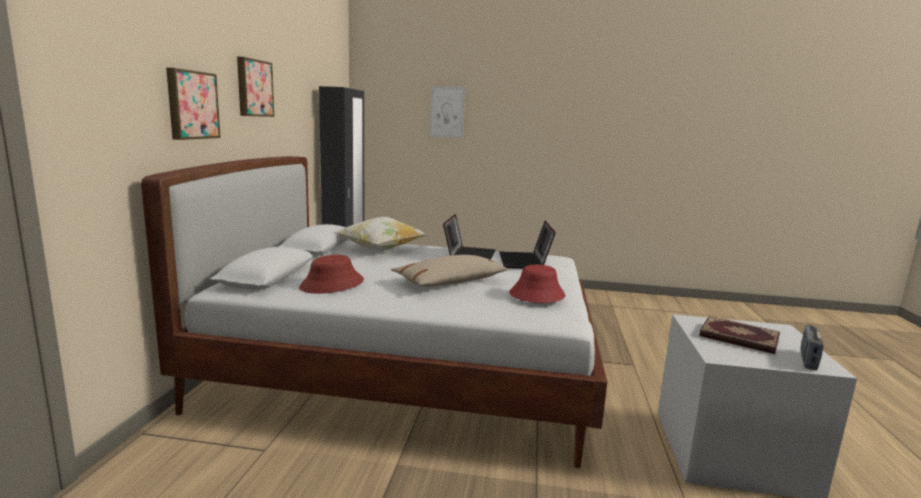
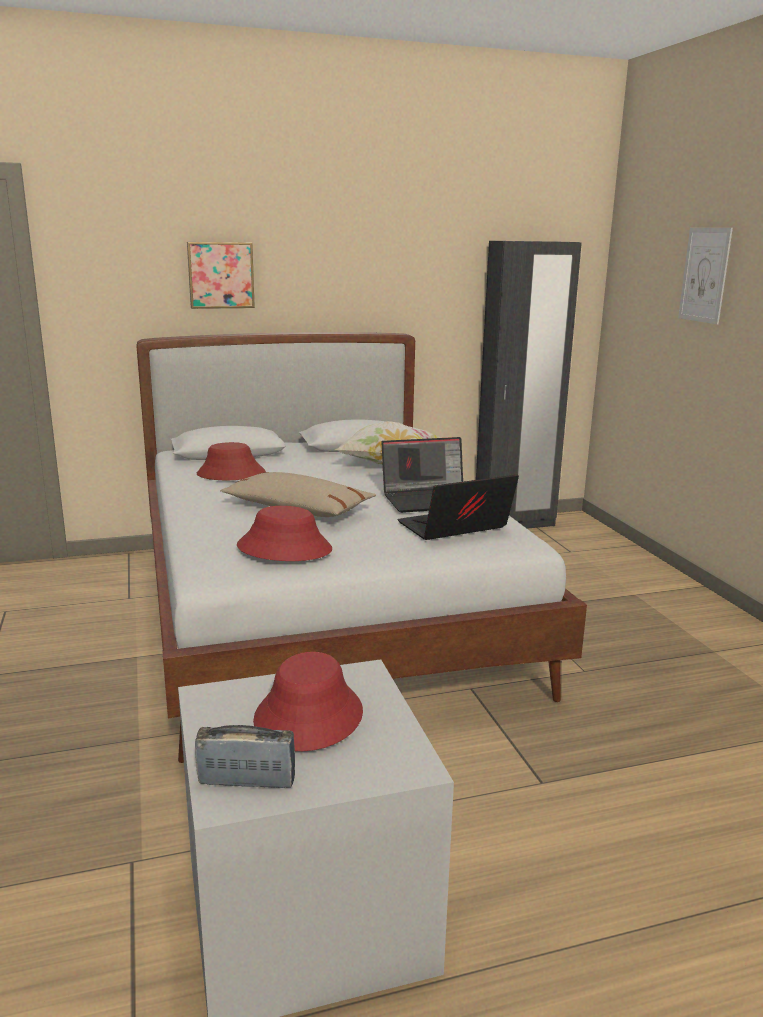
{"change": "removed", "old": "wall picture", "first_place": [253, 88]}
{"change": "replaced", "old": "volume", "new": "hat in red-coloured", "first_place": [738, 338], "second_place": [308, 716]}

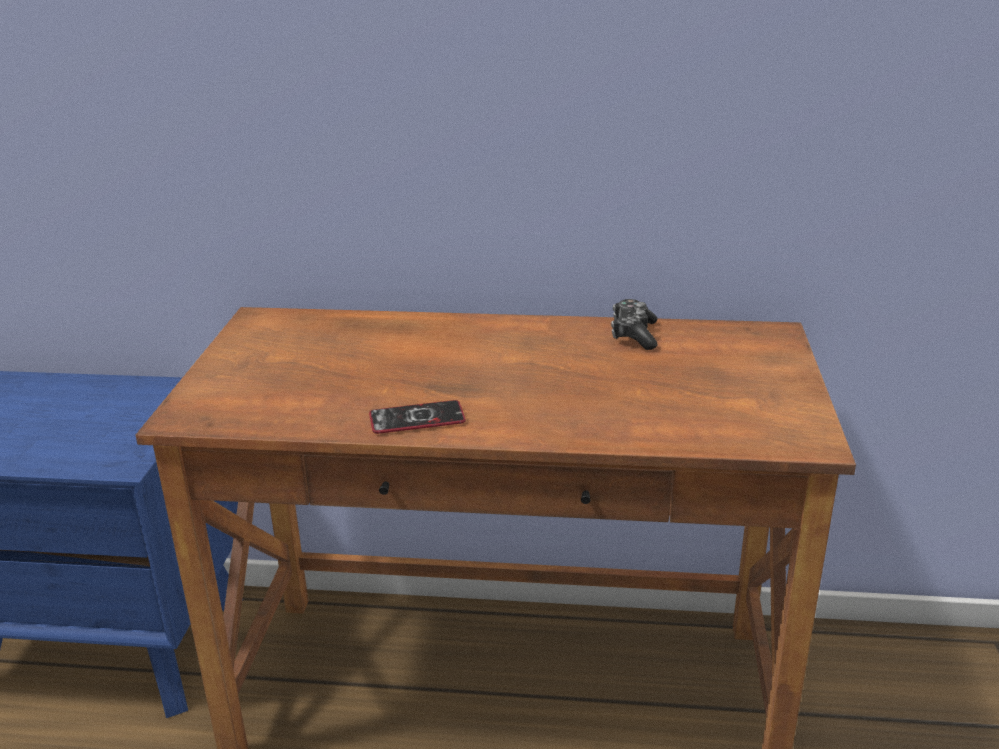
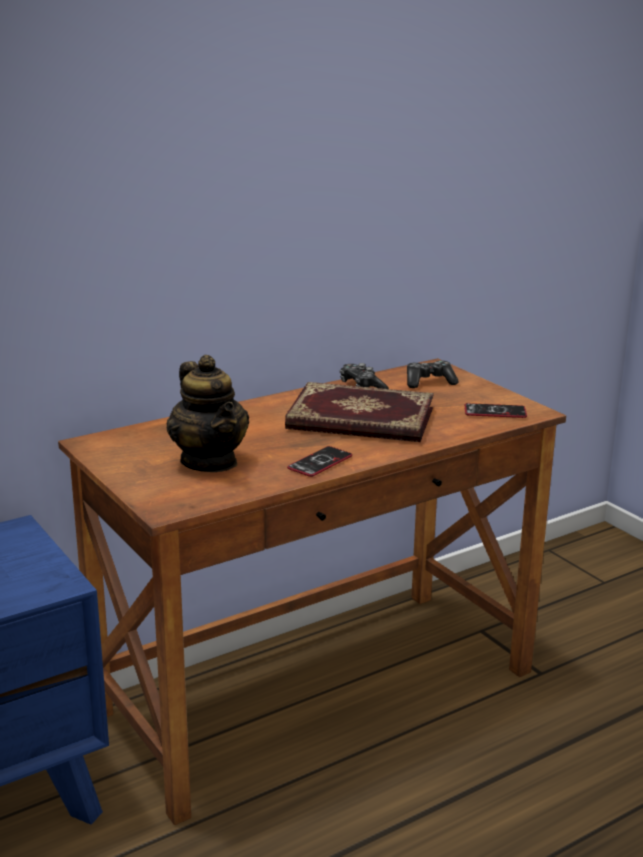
{"change": "added", "new": "pot for tea", "second_place": [209, 462]}
{"change": "added", "new": "volume", "second_place": [360, 420]}
{"change": "added", "new": "joypad", "second_place": [429, 382]}
{"change": "added", "new": "handset", "second_place": [495, 412]}

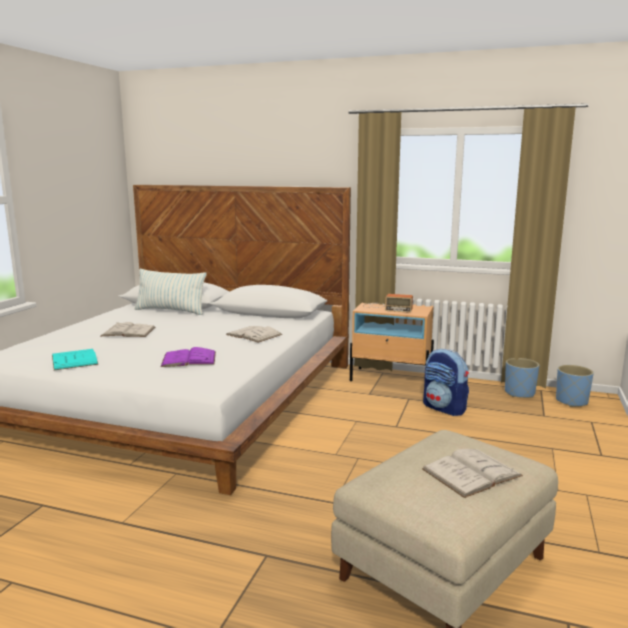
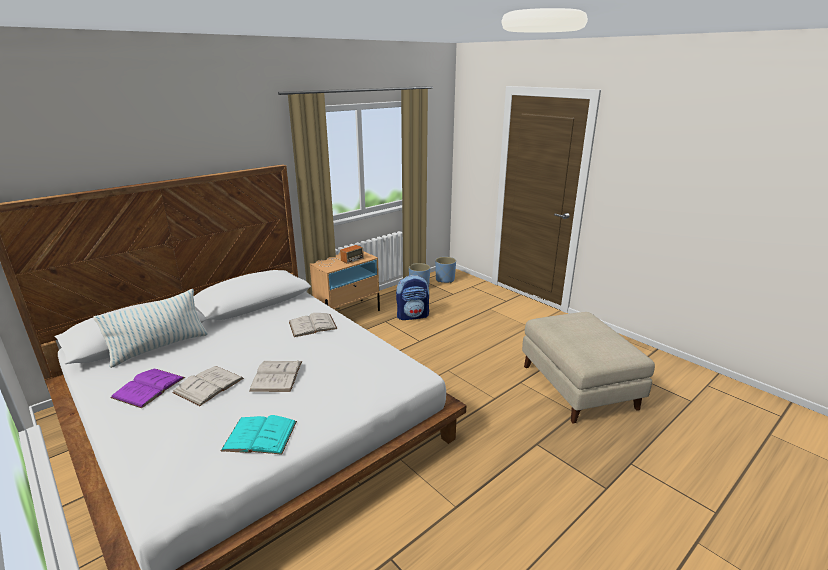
{"change": "moved", "old": "volume in purple", "first_place": [189, 359], "second_place": [149, 387]}
{"change": "moved", "old": "volume in white", "first_place": [471, 472], "second_place": [276, 376]}

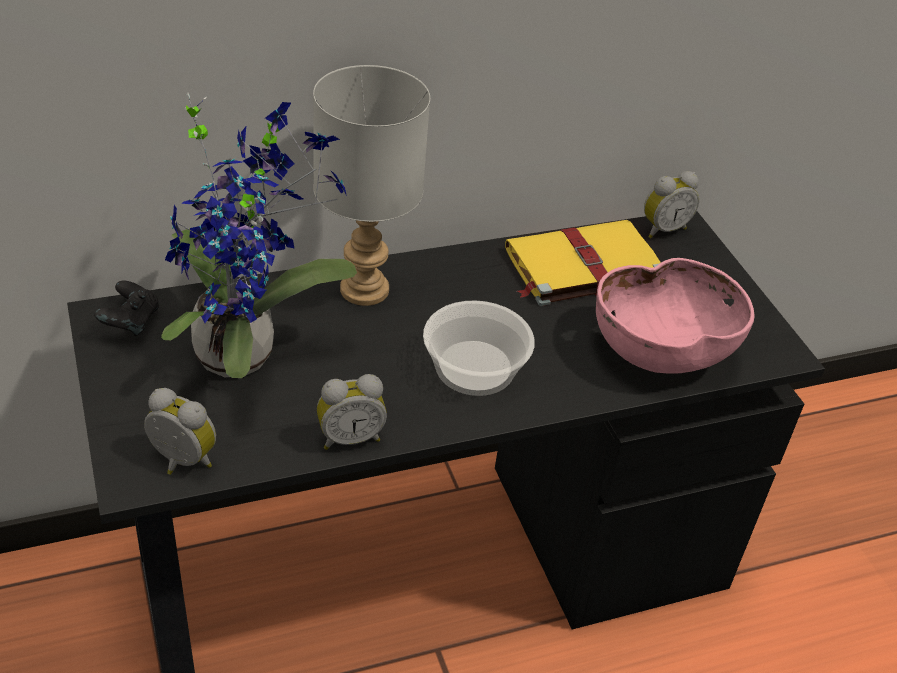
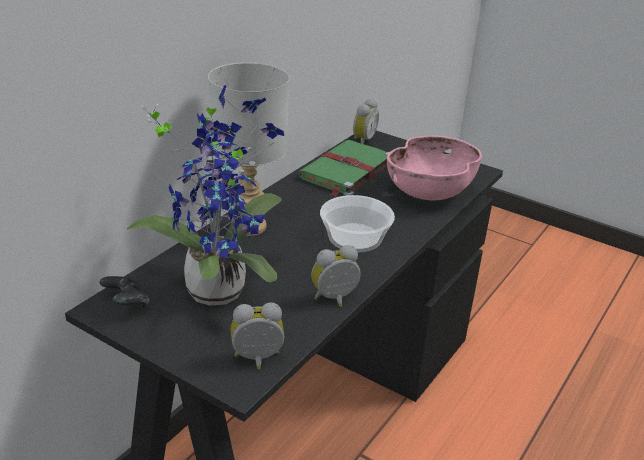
{"change": "recoloured", "old": "volume in yellow", "new": "volume in greenish", "first_place": [581, 266], "second_place": [346, 171]}
{"change": "turned", "old": "table clock", "first_place": [349, 437], "second_place": [335, 299], "degrees": -150}

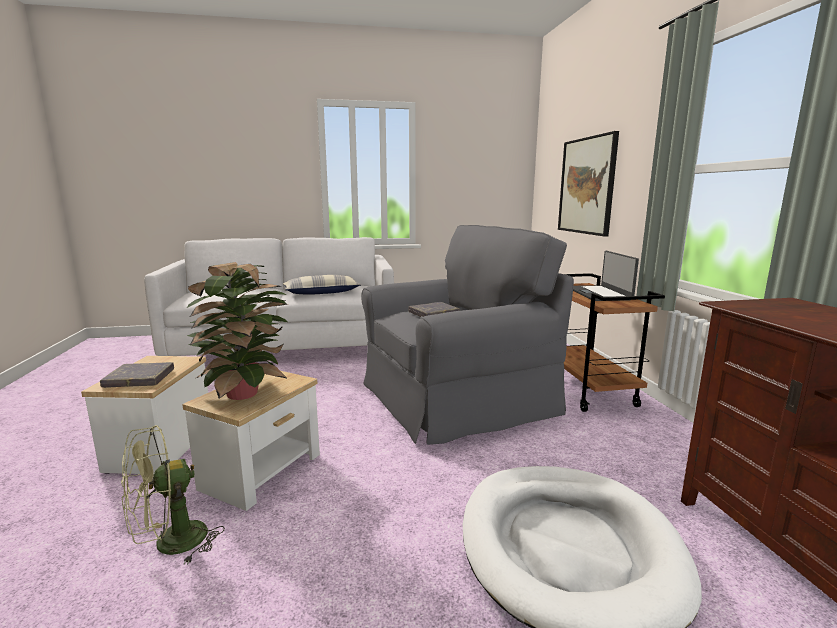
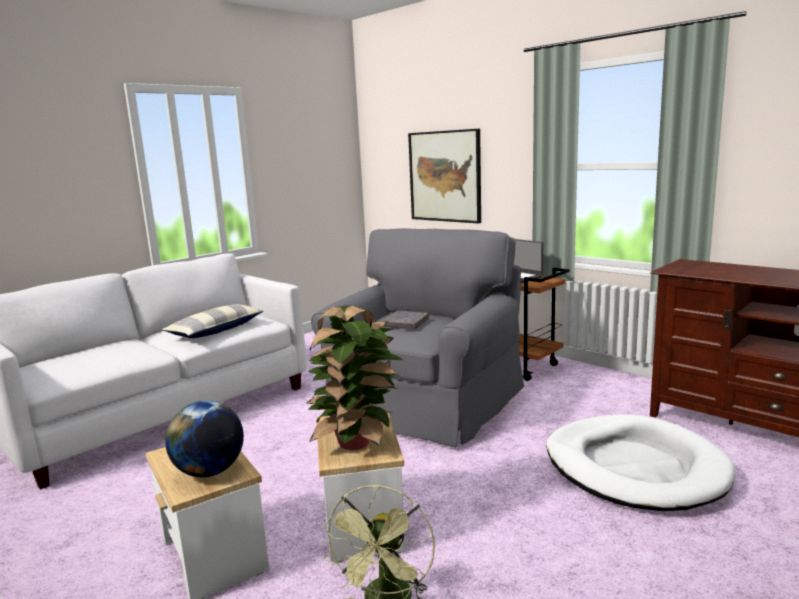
{"change": "replaced", "old": "volume in greyish", "new": "world globe", "first_place": [139, 379], "second_place": [209, 471]}

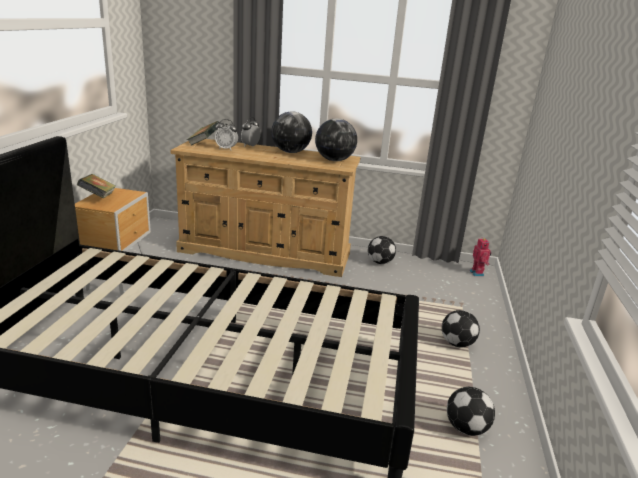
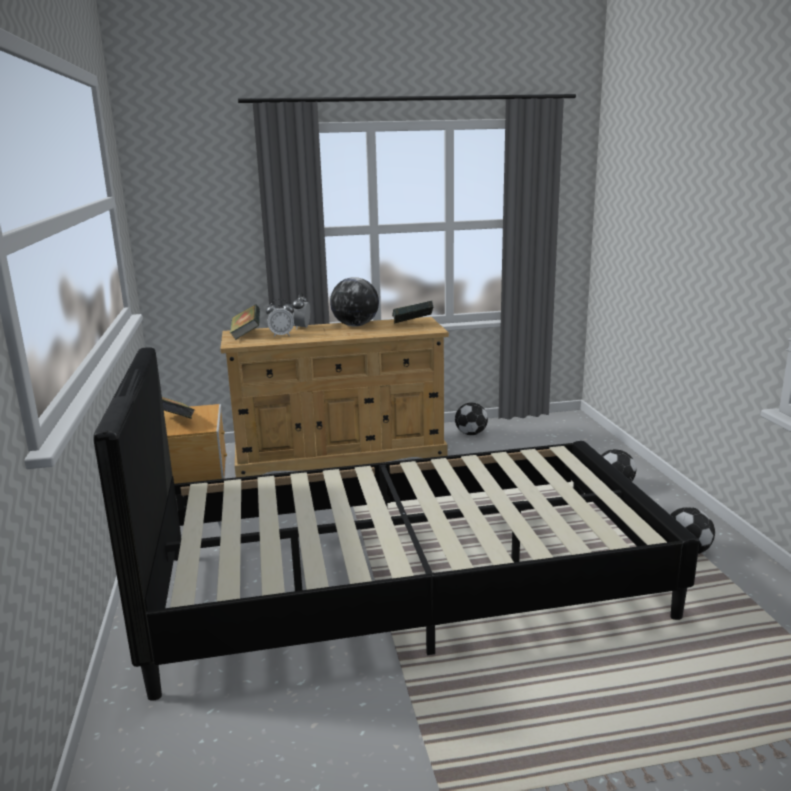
{"change": "removed", "old": "toy robot", "first_place": [477, 273]}
{"change": "replaced", "old": "world globe", "new": "volume", "first_place": [334, 160], "second_place": [412, 325]}

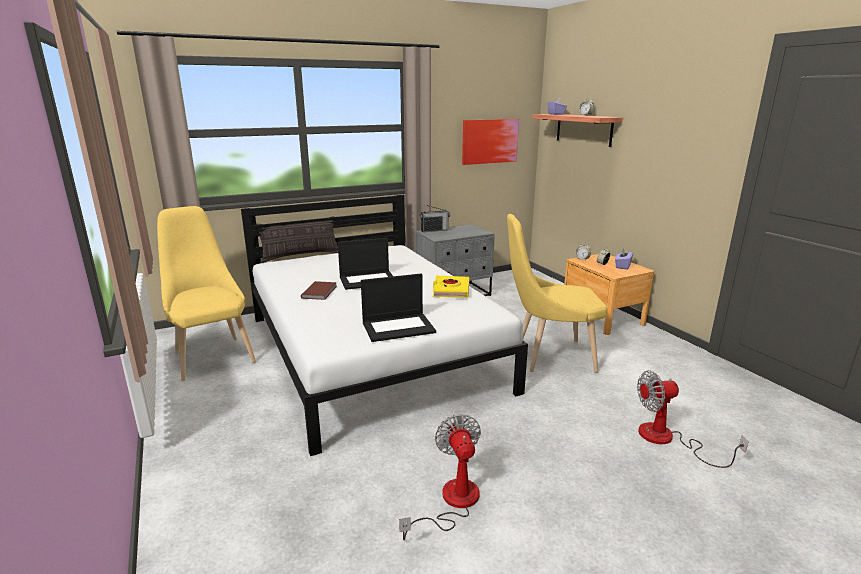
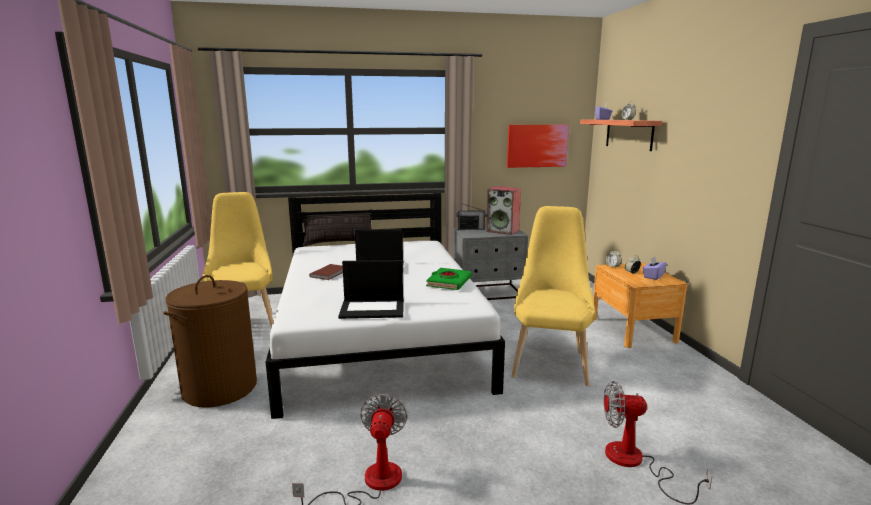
{"change": "added", "new": "washing basket in brown-coloured", "second_place": [220, 388]}
{"change": "added", "new": "speaker", "second_place": [503, 231]}
{"change": "recoloured", "old": "volume in yellow", "new": "volume in greenish", "first_place": [451, 290], "second_place": [448, 282]}
{"change": "turned", "old": "chair in yellow", "first_place": [548, 357], "second_place": [550, 362], "degrees": 90}

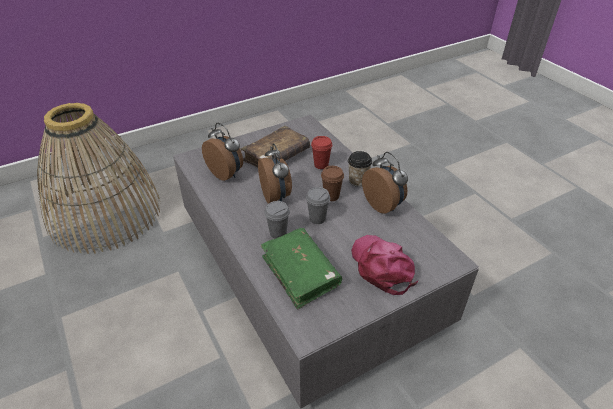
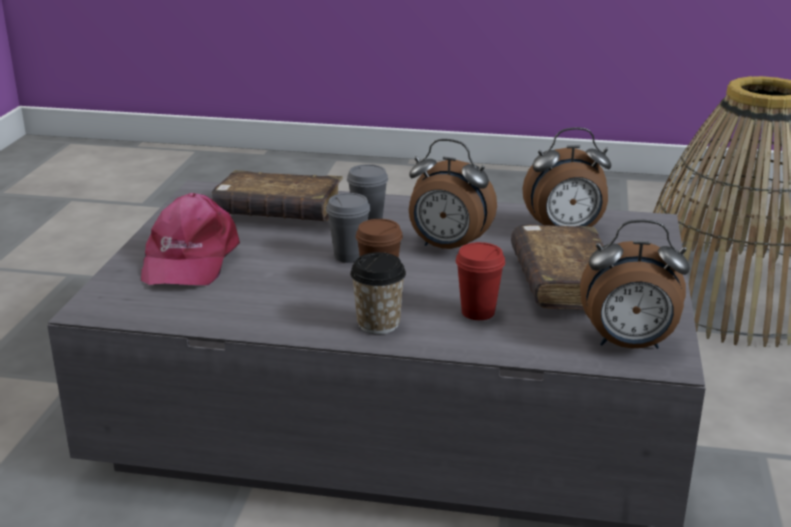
{"change": "moved", "old": "table clock", "first_place": [383, 205], "second_place": [628, 345]}
{"change": "recoloured", "old": "volume in greenish", "new": "volume in brown-coloured", "first_place": [300, 273], "second_place": [279, 213]}
{"change": "turned", "old": "baseball cap in pinkish", "first_place": [382, 267], "second_place": [189, 259], "degrees": 75}

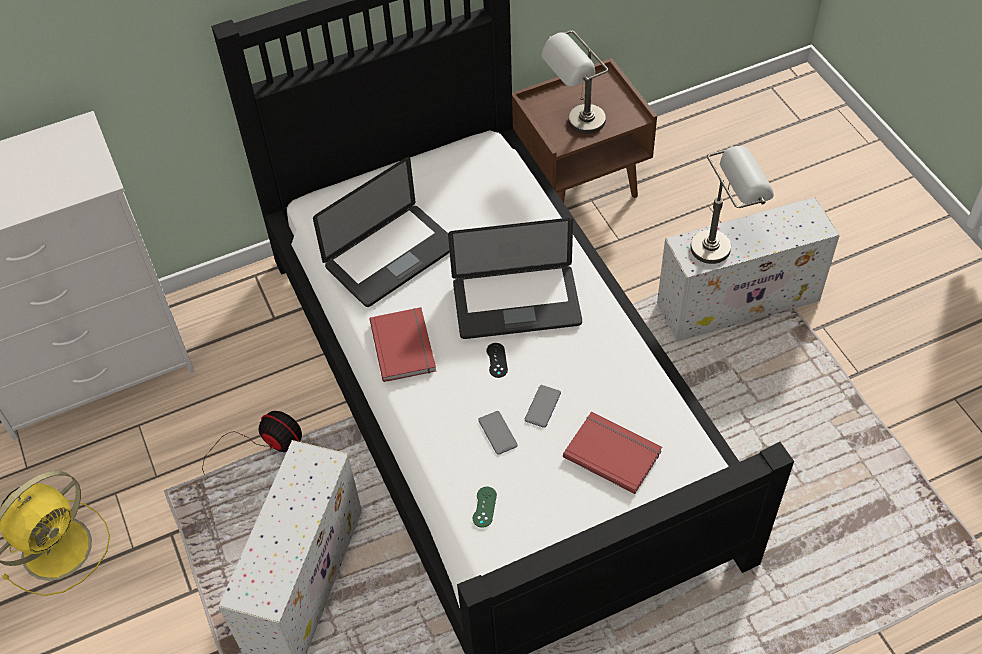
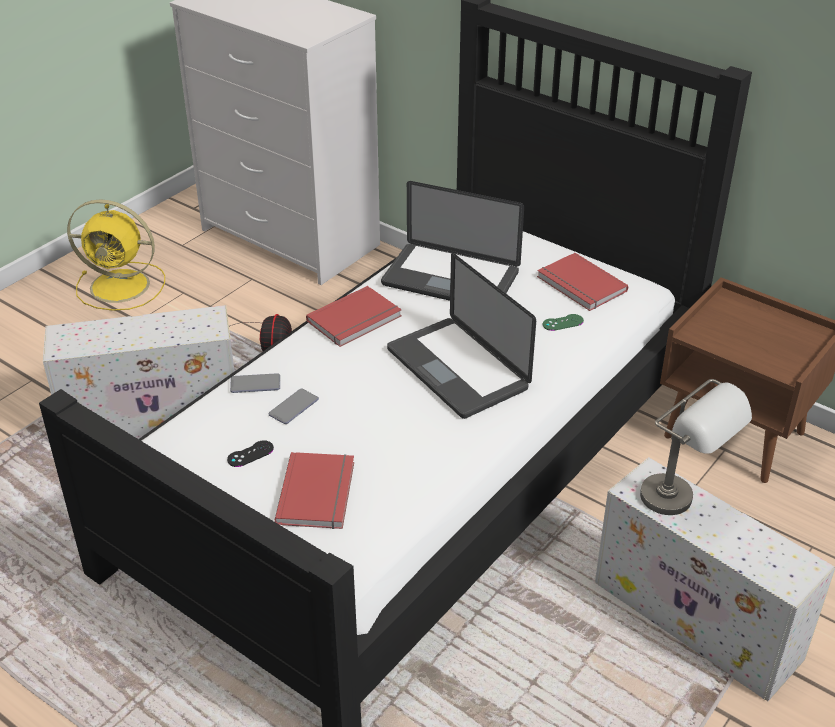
{"change": "removed", "old": "lamp for a table in greyish", "first_place": [576, 126]}
{"change": "added", "new": "volume in red-coloured", "second_place": [580, 285]}
{"change": "moved", "old": "joypad in greenish", "first_place": [484, 507], "second_place": [563, 322]}
{"change": "moved", "old": "joypad in black", "first_place": [497, 360], "second_place": [250, 454]}
{"change": "moved", "old": "handset", "first_place": [542, 406], "second_place": [255, 384]}

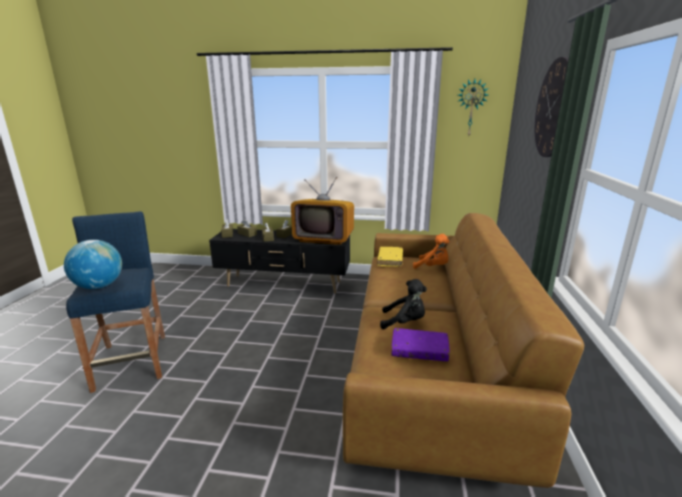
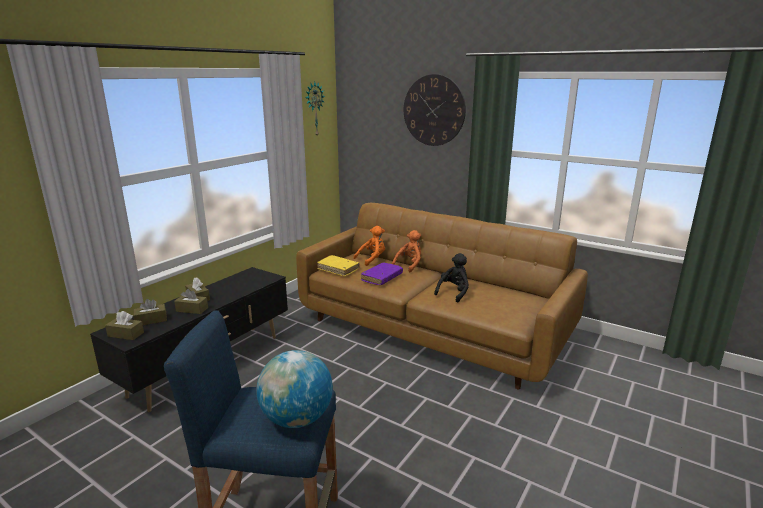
{"change": "removed", "old": "TV", "first_place": [324, 238]}
{"change": "added", "new": "cuddly toy in orangey", "second_place": [409, 265]}
{"change": "moved", "old": "volume in purple", "first_place": [419, 350], "second_place": [382, 278]}

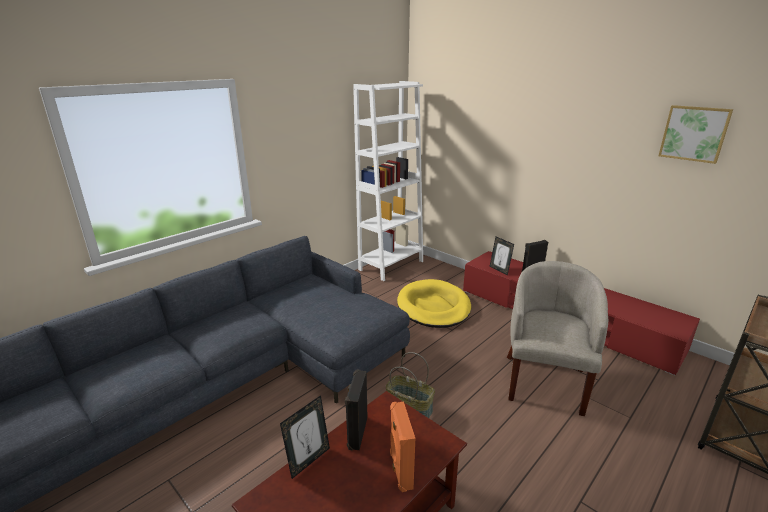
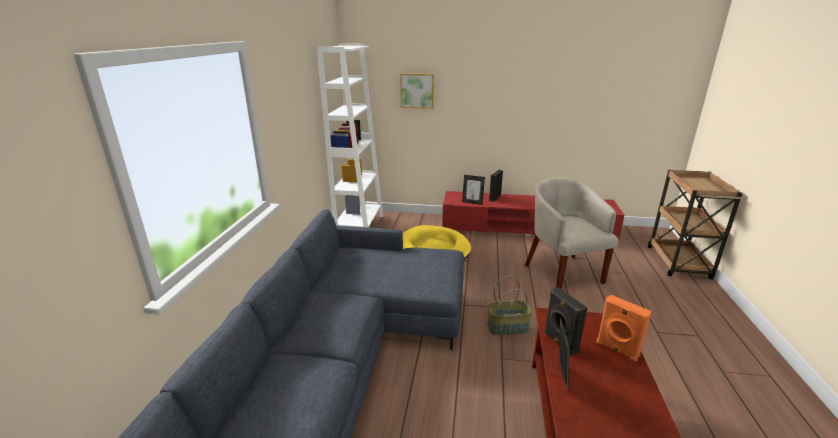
{"change": "moved", "old": "wall picture", "first_place": [694, 133], "second_place": [417, 90]}

